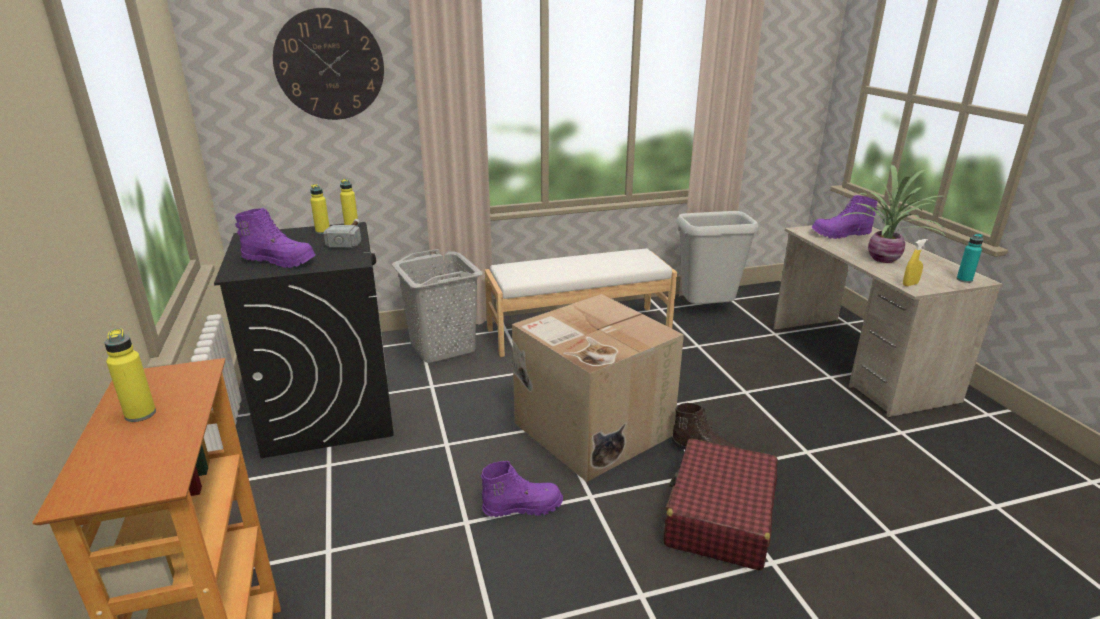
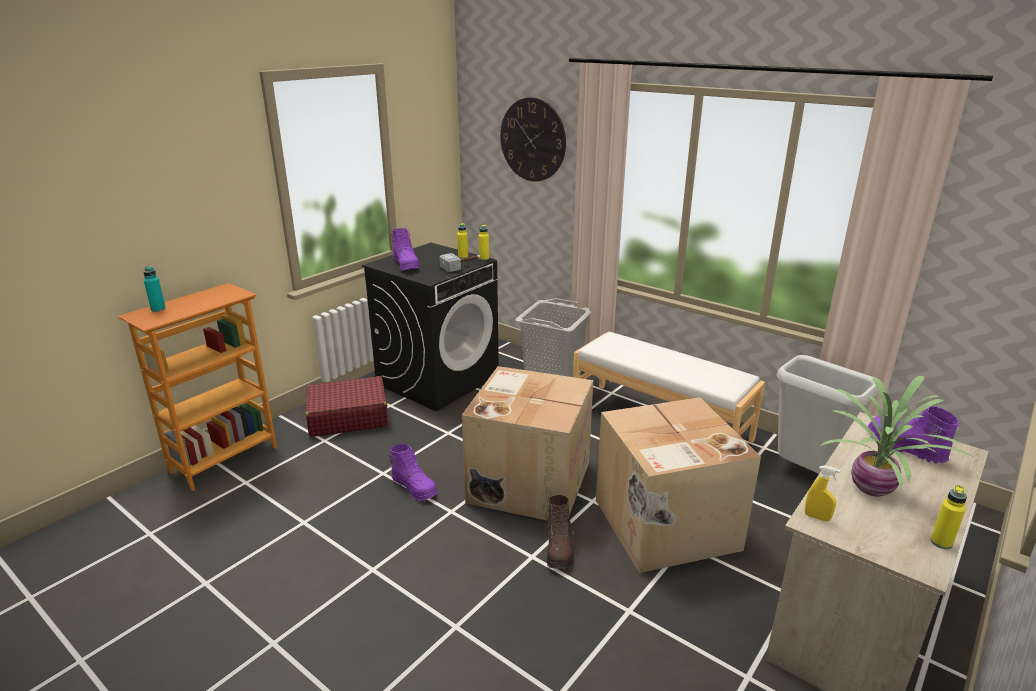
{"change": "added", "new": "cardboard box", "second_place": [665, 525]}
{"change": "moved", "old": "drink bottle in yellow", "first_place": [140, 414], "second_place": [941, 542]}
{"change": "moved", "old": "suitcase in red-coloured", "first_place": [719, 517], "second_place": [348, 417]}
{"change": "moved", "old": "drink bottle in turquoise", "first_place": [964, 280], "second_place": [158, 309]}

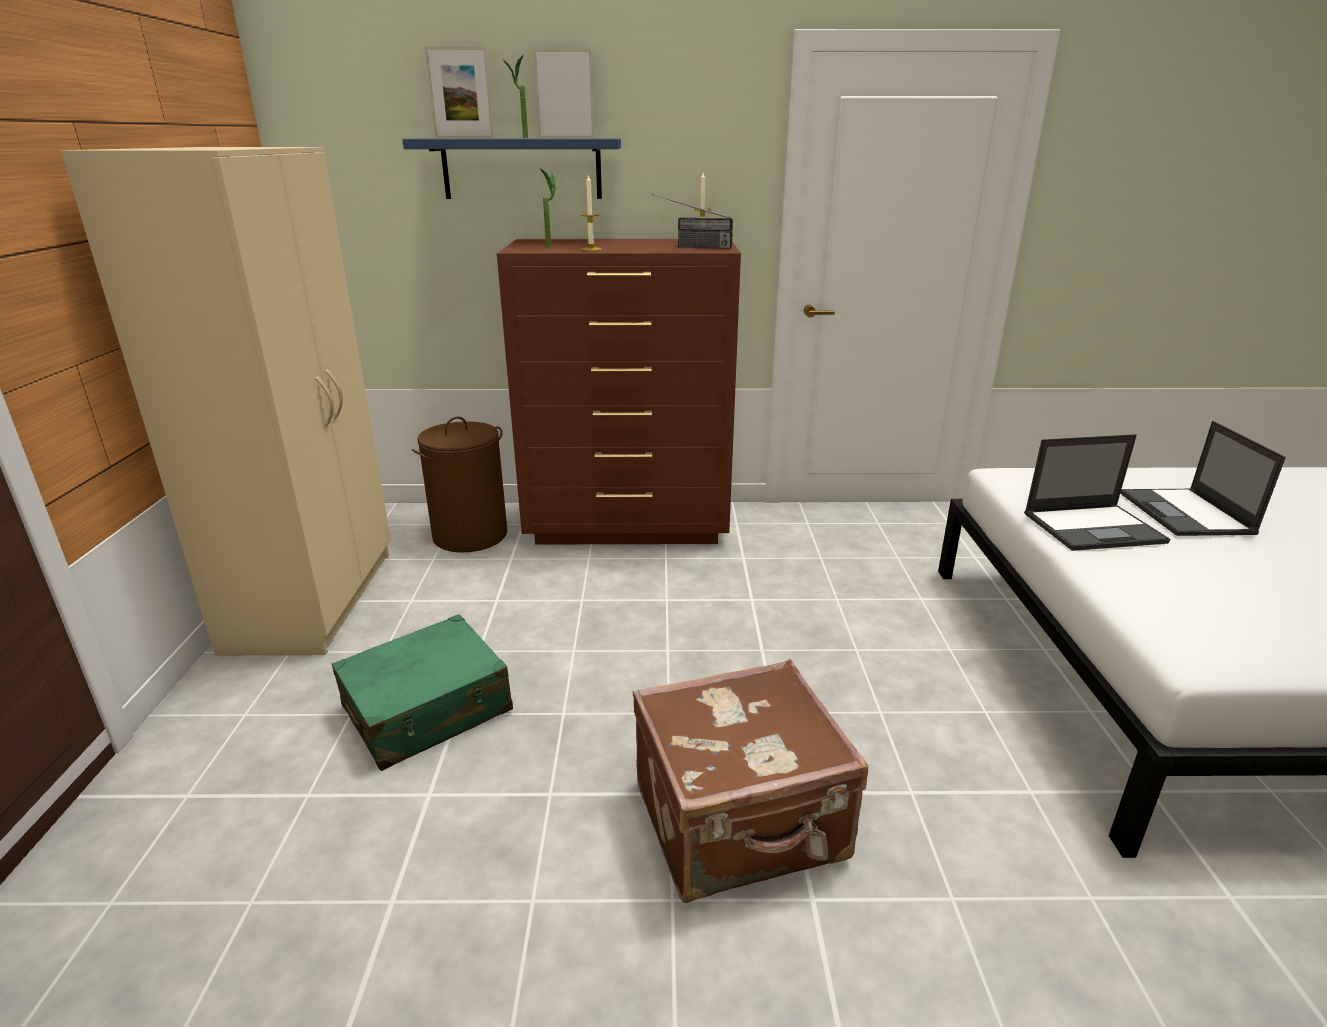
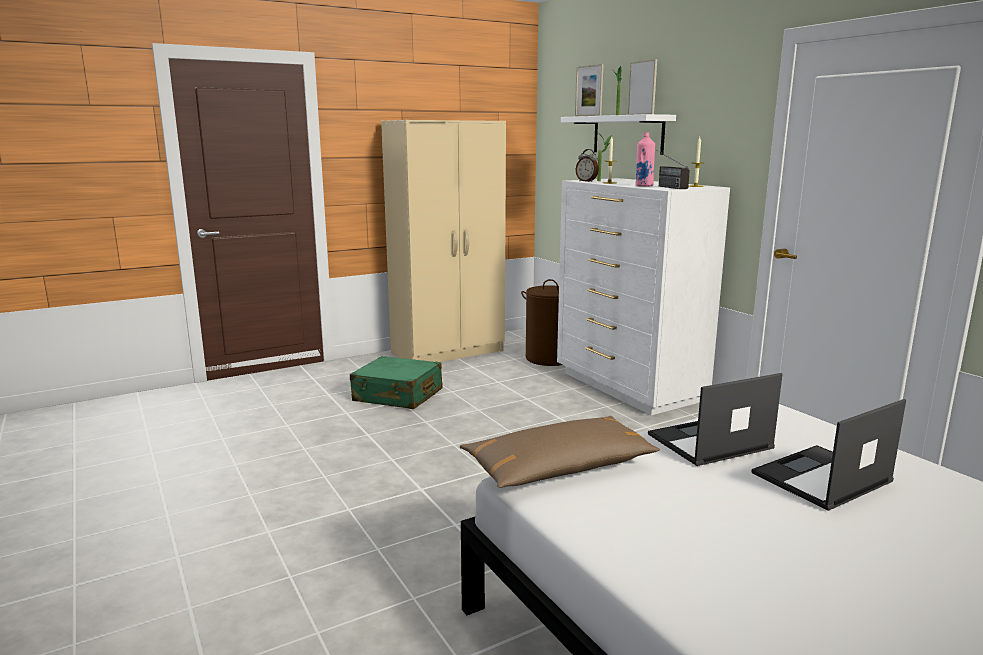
{"change": "removed", "old": "suitcase in brown-coloured", "first_place": [741, 824]}
{"change": "added", "new": "pillow in brown-coloured", "second_place": [560, 467]}
{"change": "added", "new": "table clock", "second_place": [587, 181]}
{"change": "added", "new": "drink bottle in pinkish", "second_place": [644, 186]}
{"change": "recoloured", "old": "bracket shelf in blue", "new": "bracket shelf in white", "first_place": [522, 169], "second_place": [627, 134]}
{"change": "recoloured", "old": "chest of drawers in brown-coloured", "new": "chest of drawers in white", "first_place": [629, 525], "second_place": [628, 387]}
{"change": "turned", "old": "notebook computer", "first_place": [1094, 527], "second_place": [708, 442], "degrees": 105}

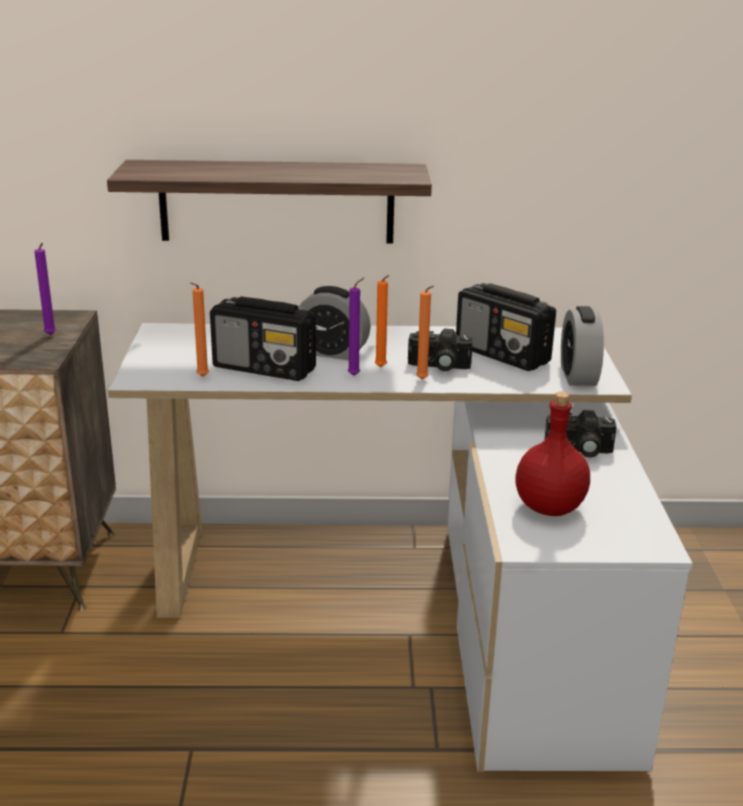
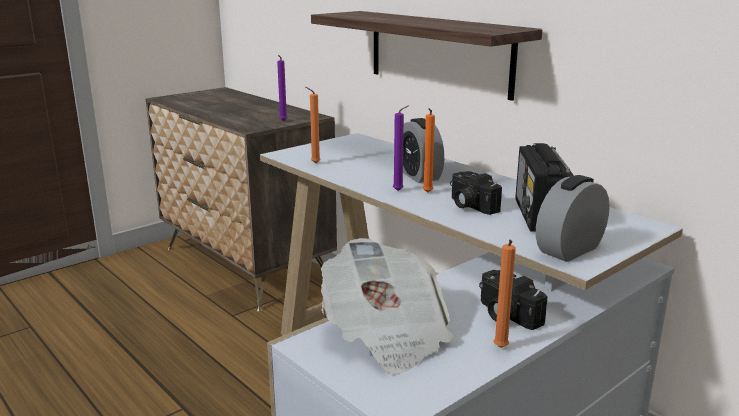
{"change": "removed", "old": "radio receiver", "first_place": [265, 368]}
{"change": "moved", "old": "wax candle in orangey", "first_place": [423, 380], "second_place": [500, 349]}
{"change": "replaced", "old": "drink bottle in red-coloured", "new": "daily paper", "first_place": [550, 507], "second_place": [385, 335]}

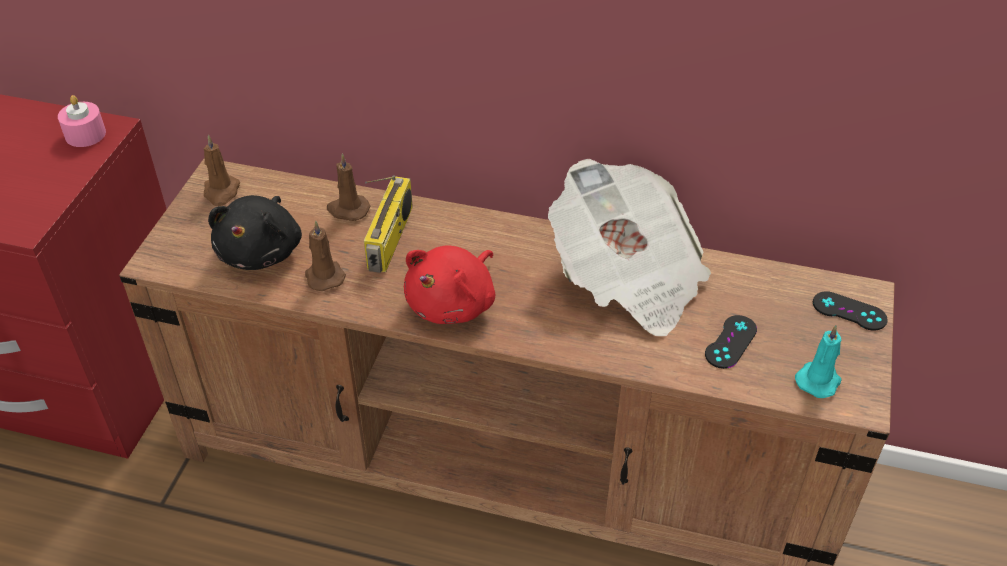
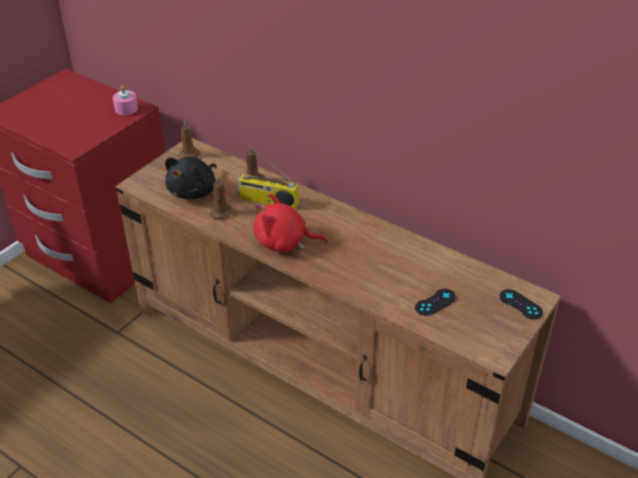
{"change": "removed", "old": "daily paper", "first_place": [627, 278]}
{"change": "removed", "old": "wax candle in turquoise", "first_place": [819, 379]}
{"change": "turned", "old": "radio receiver", "first_place": [391, 239], "second_place": [267, 201], "degrees": 75}
{"change": "turned", "old": "cuddly toy in red-coloured", "first_place": [454, 303], "second_place": [284, 242], "degrees": 45}

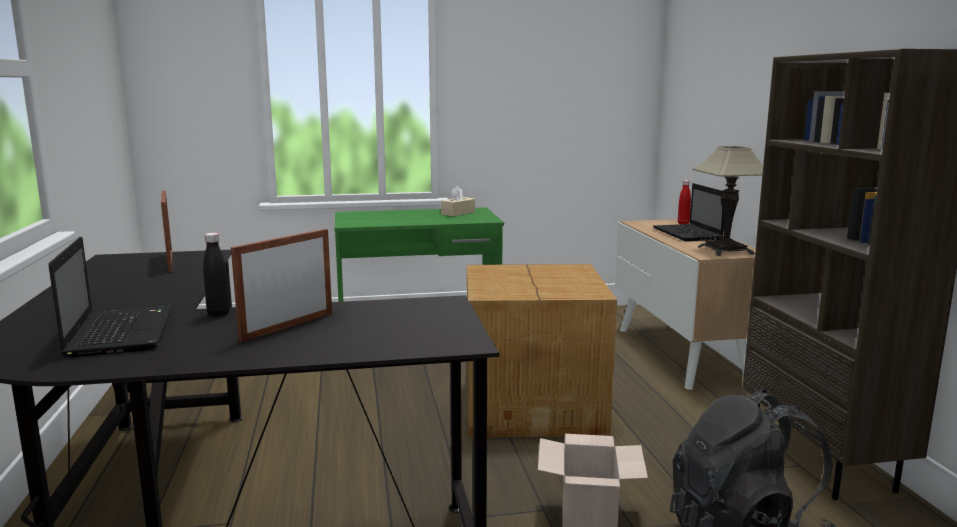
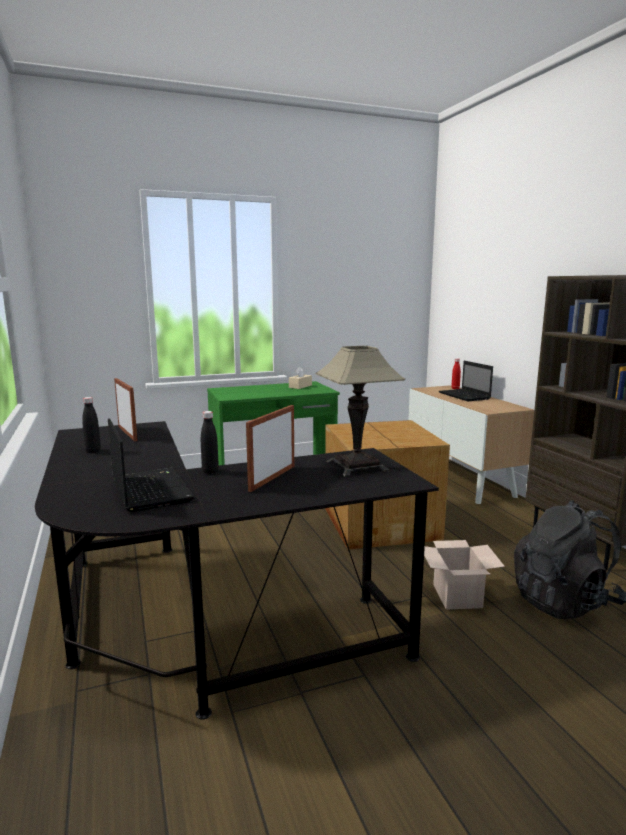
{"change": "added", "new": "drink bottle in black", "second_place": [93, 451]}
{"change": "moved", "old": "lamp for a table", "first_place": [725, 250], "second_place": [357, 466]}

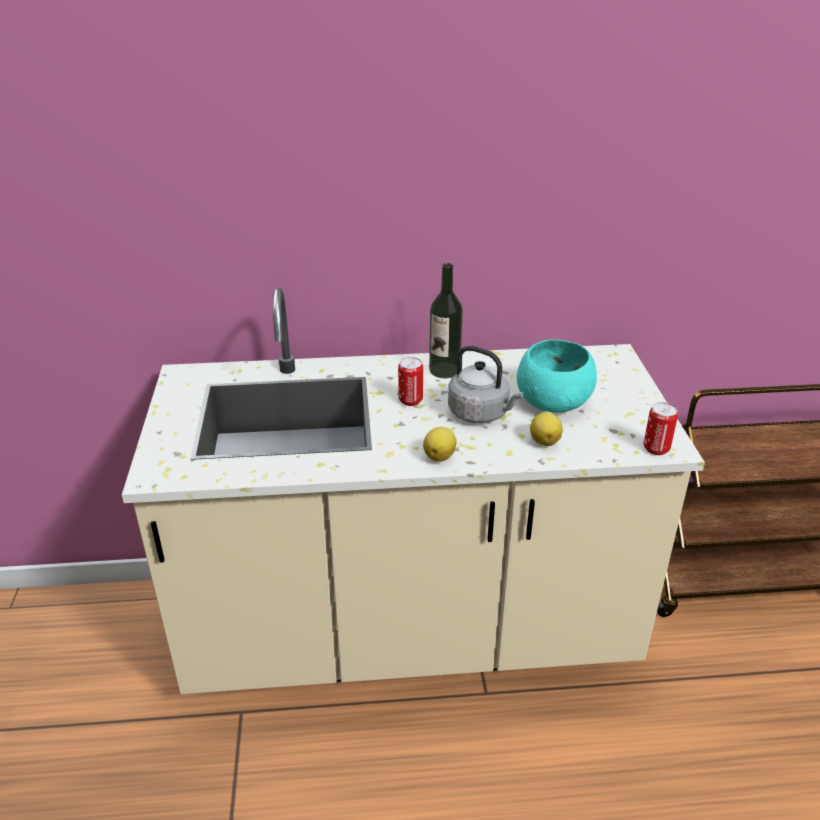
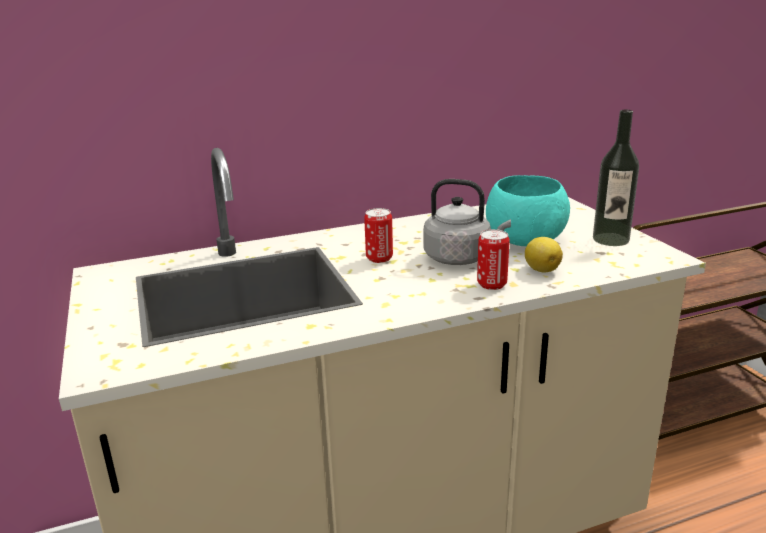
{"change": "removed", "old": "whole lemon", "first_place": [440, 456]}
{"change": "moved", "old": "drink bottle", "first_place": [444, 370], "second_place": [610, 239]}
{"change": "moved", "old": "sealed can", "first_place": [656, 449], "second_place": [491, 284]}

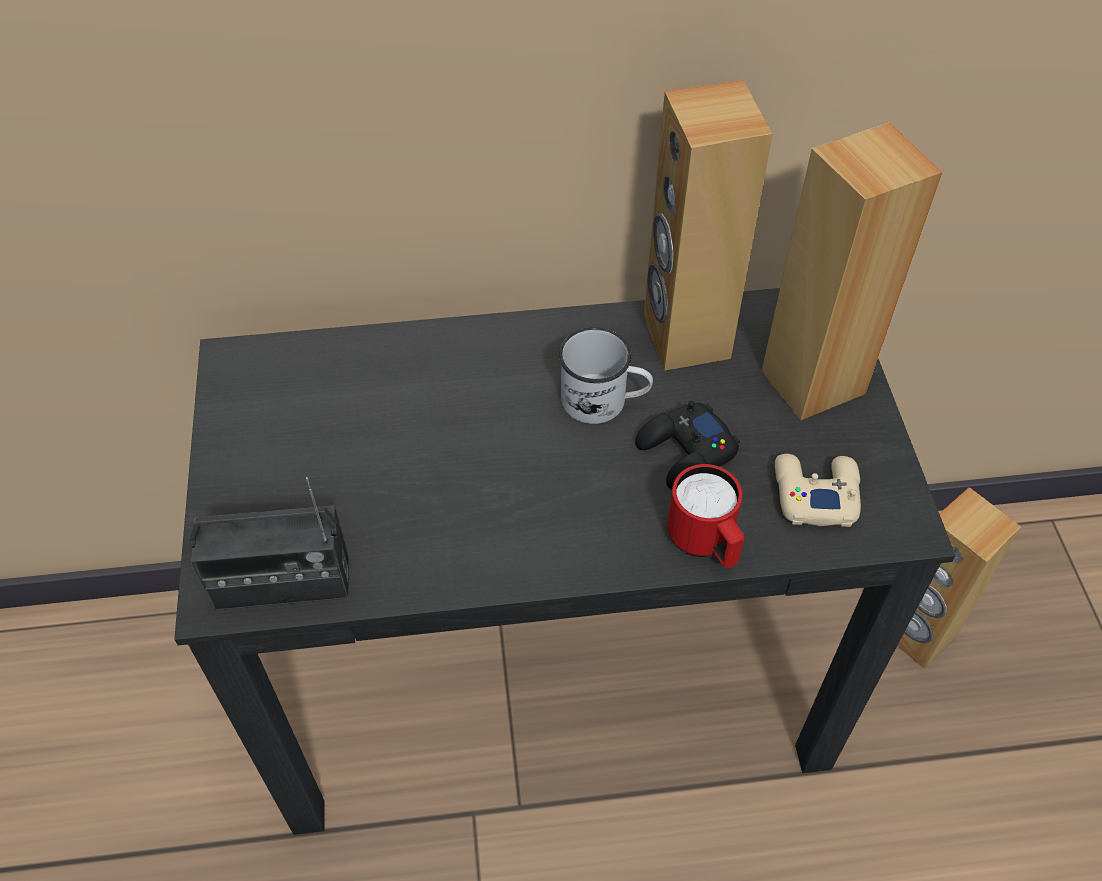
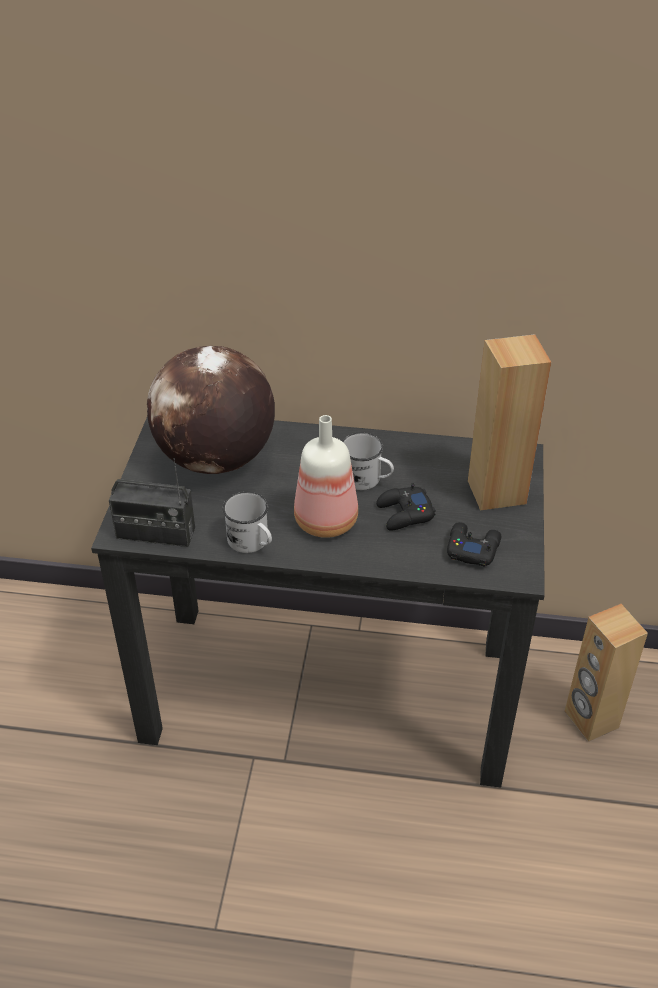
{"change": "removed", "old": "speaker in brown-coloured", "first_place": [685, 337]}
{"change": "removed", "old": "tea mug in red-coloured", "first_place": [705, 544]}
{"change": "added", "new": "world globe", "second_place": [215, 459]}
{"change": "added", "new": "tea mug in white", "second_place": [252, 542]}
{"change": "added", "new": "drink bottle", "second_place": [328, 521]}
{"change": "recoloured", "old": "joypad in beige-coloured", "new": "joypad in black", "first_place": [814, 494], "second_place": [472, 548]}

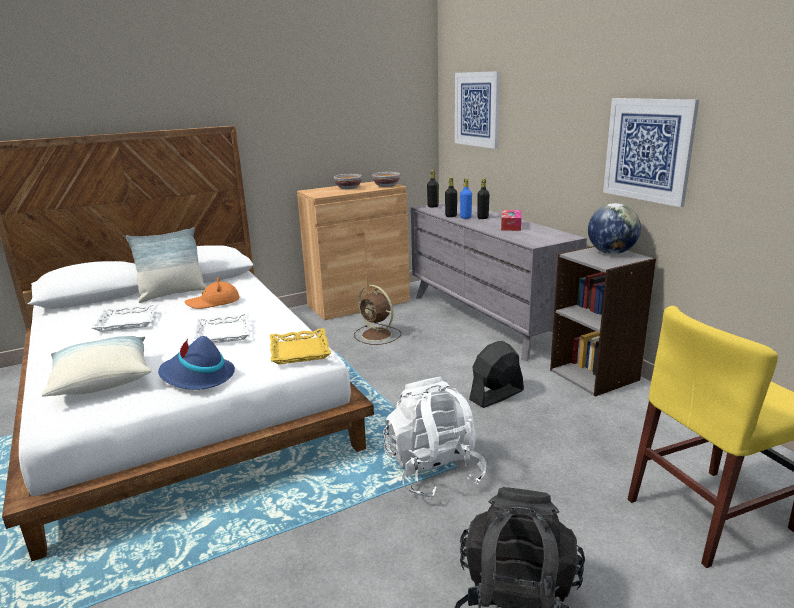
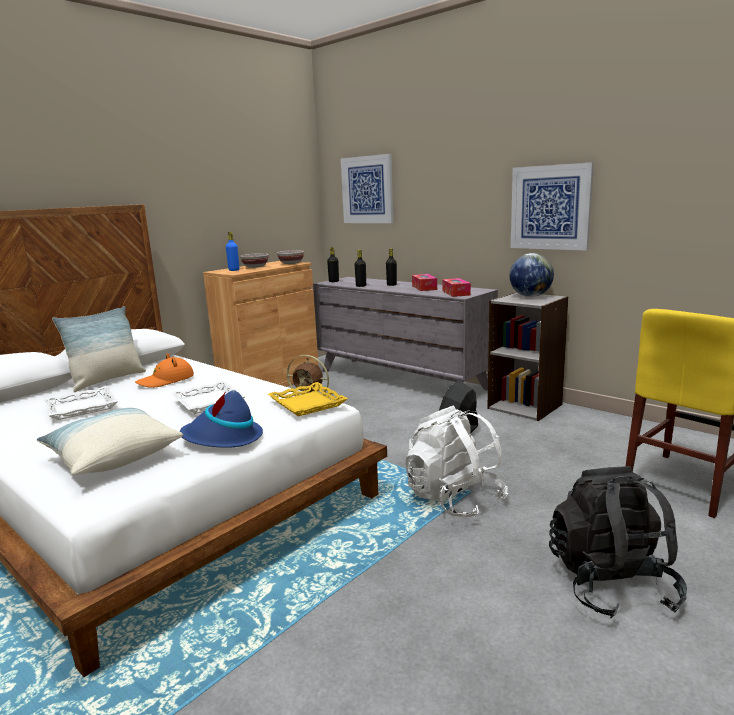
{"change": "added", "new": "box of tissues", "second_place": [456, 293]}
{"change": "moved", "old": "drink bottle in blue", "first_place": [465, 217], "second_place": [234, 270]}

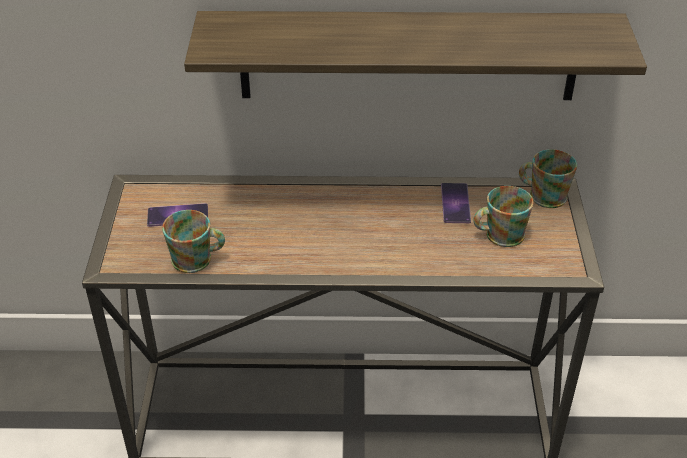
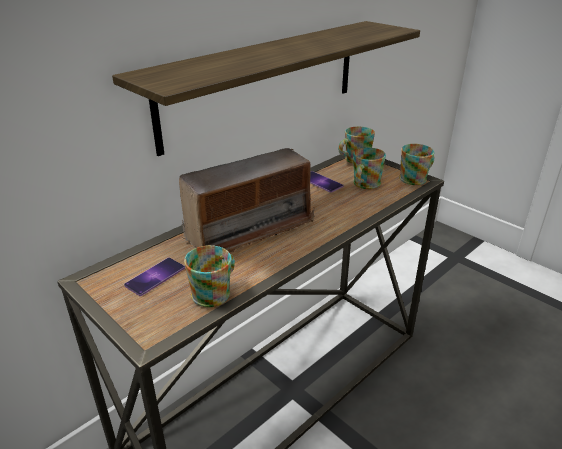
{"change": "added", "new": "radio receiver", "second_place": [249, 230]}
{"change": "added", "new": "tea mug", "second_place": [416, 178]}

